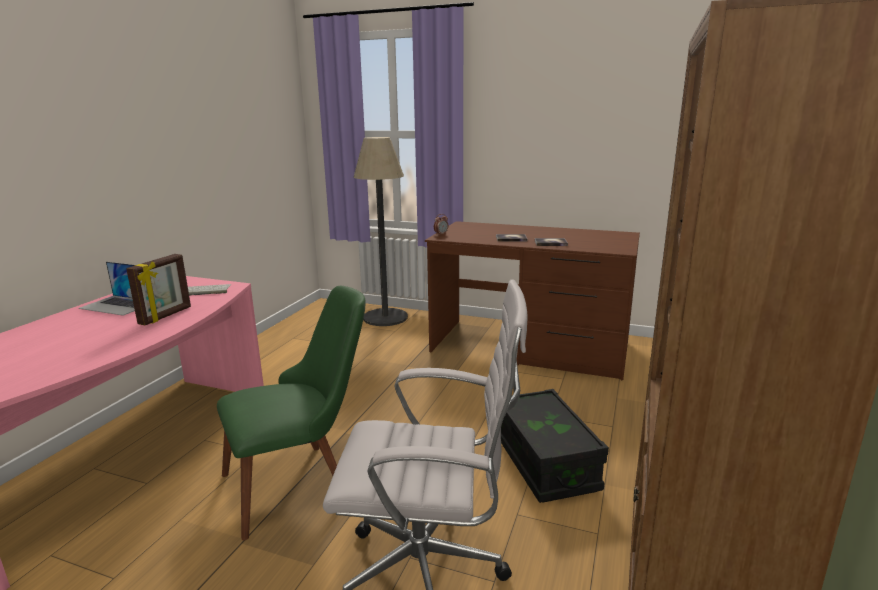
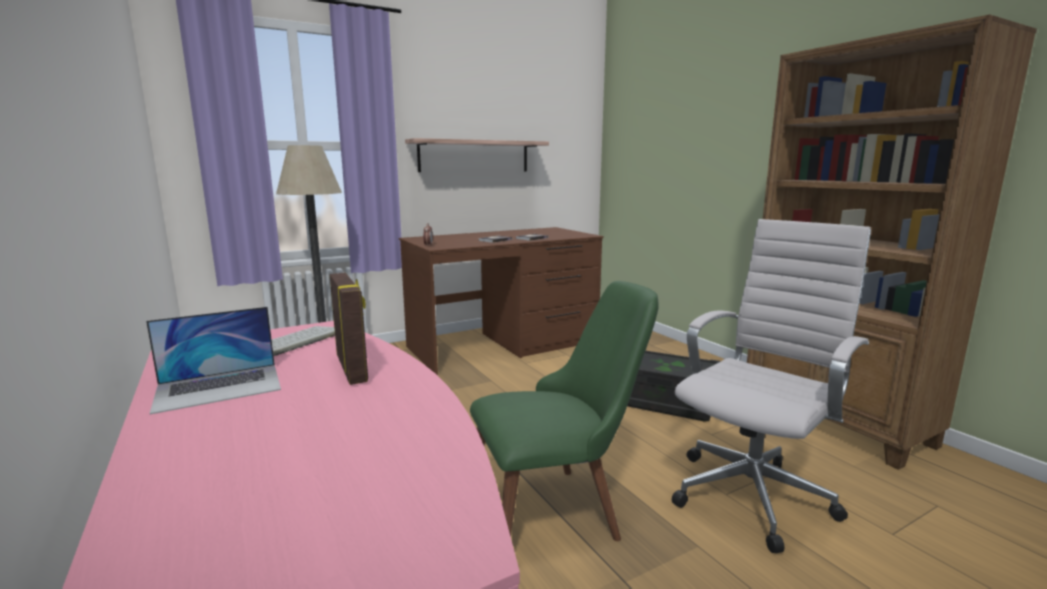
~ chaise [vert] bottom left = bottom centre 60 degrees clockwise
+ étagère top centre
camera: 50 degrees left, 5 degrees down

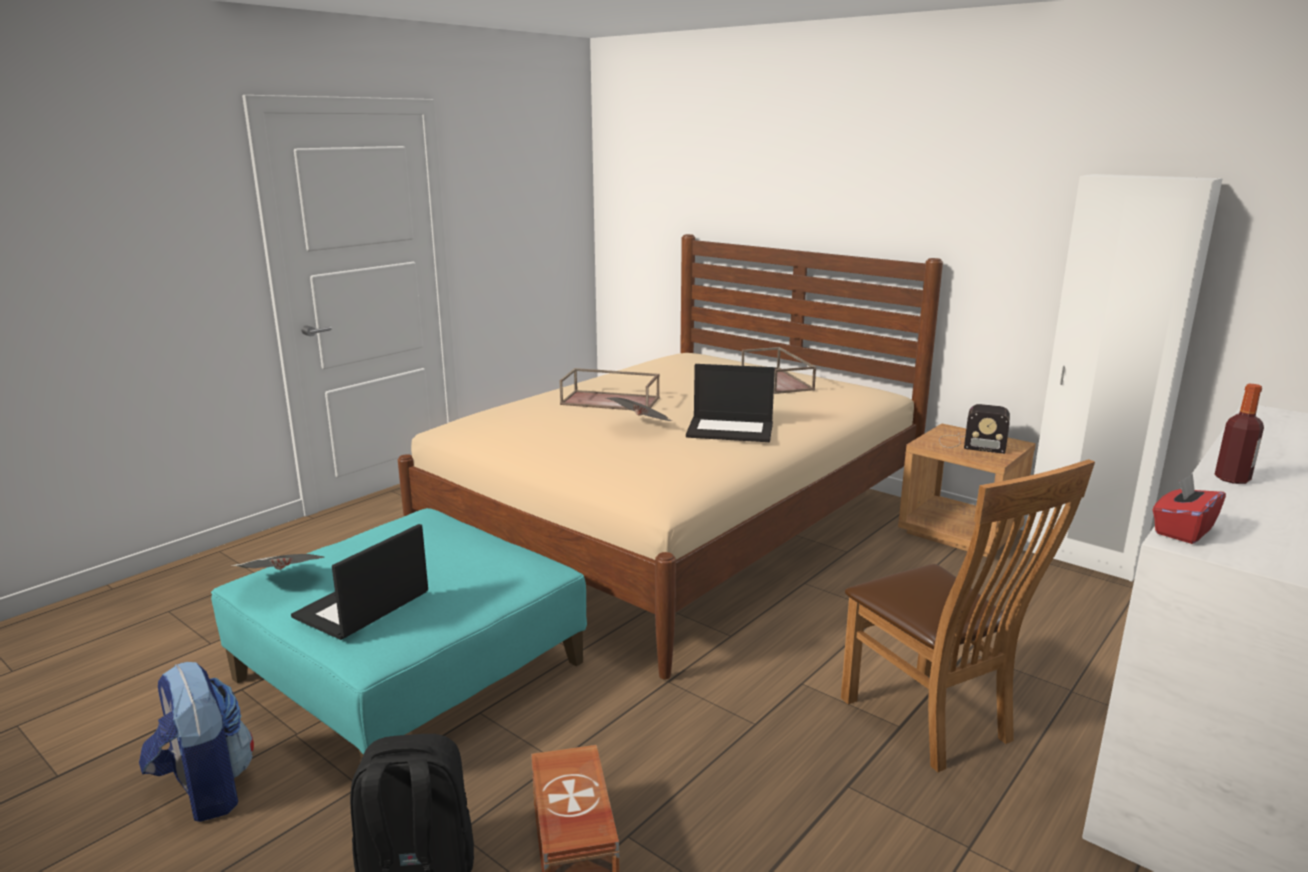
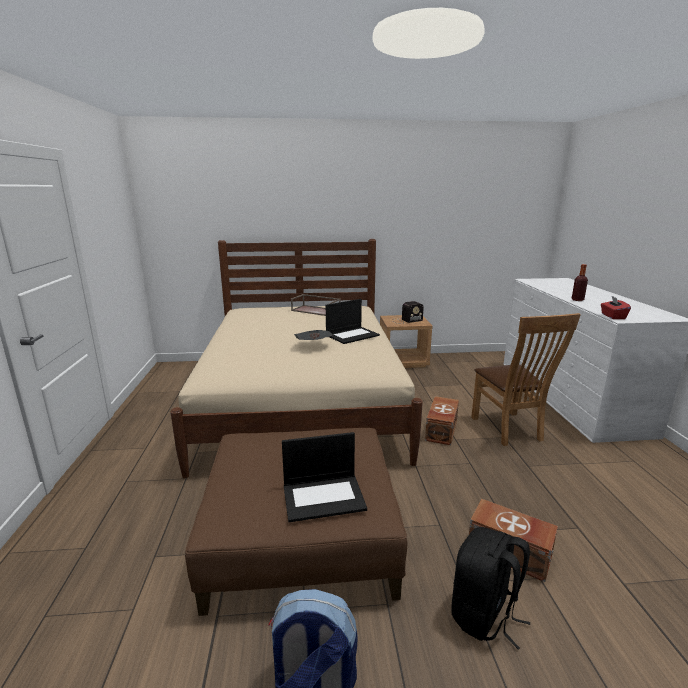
~ pouf [turquoise] bottom left to pouf [marron] bottom centre
- journal (1st from left) middle left
~ ordinateur portable (1st from left) bottom left = bottom centre 90 degrees counterclockwise
- plateau [marron] (1st from left) centre
~ chaise [marron] bottom right = middle right 60 degrees clockwise
- armoire [blanc] middle right
+ boîte de rangement [marron] (1st from left) centre
camera: 45 degrees left, 0 degrees up

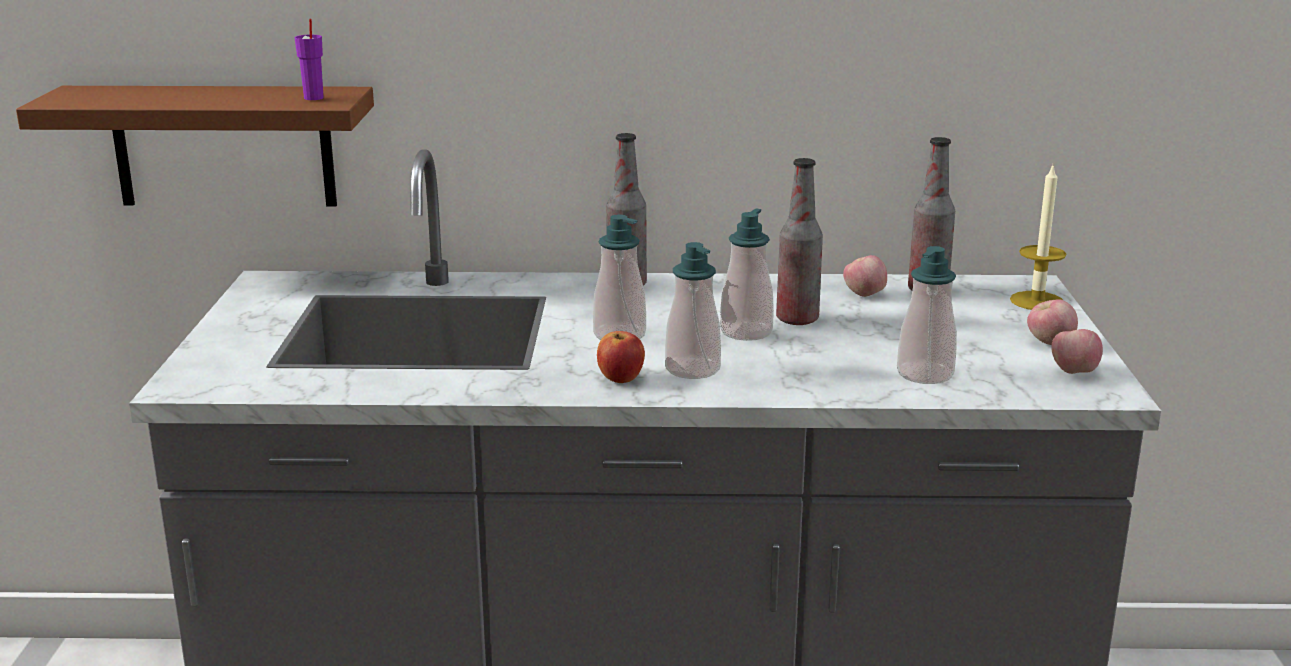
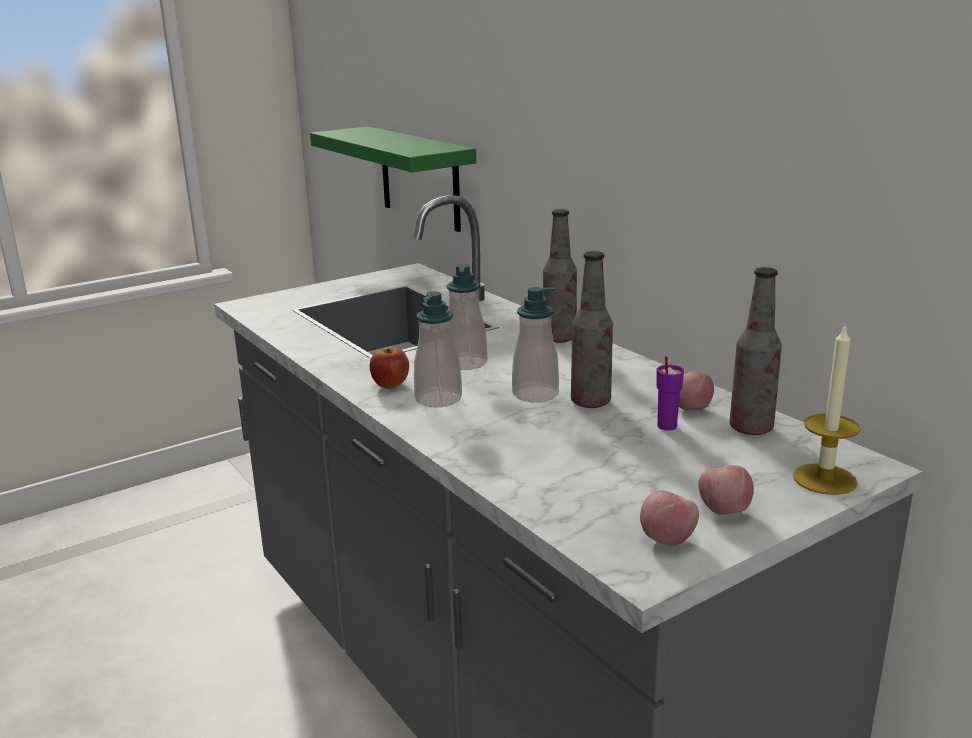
~ étagère [marron] top left to étagère [vert] top centre
~ tasse [violet] top left to middle right
- distributeur de savon (4th from left) middle right
camera: 55 degrees right, 0 degrees up

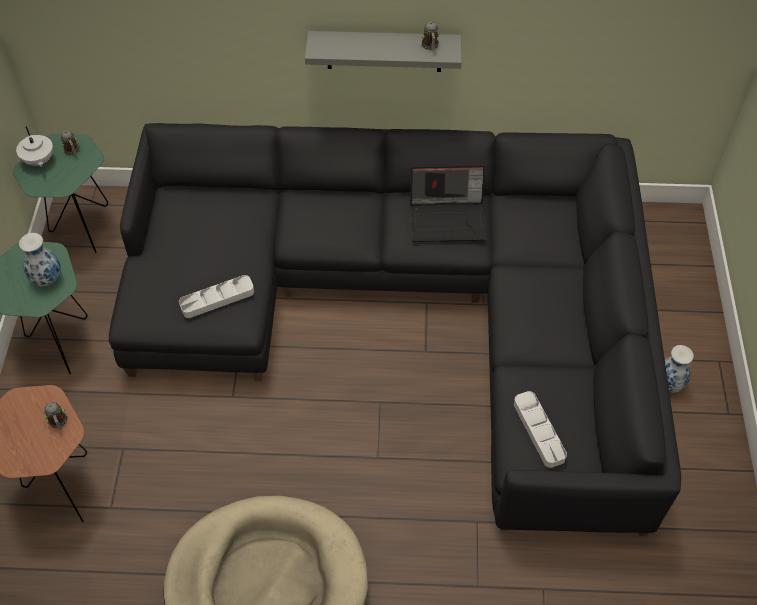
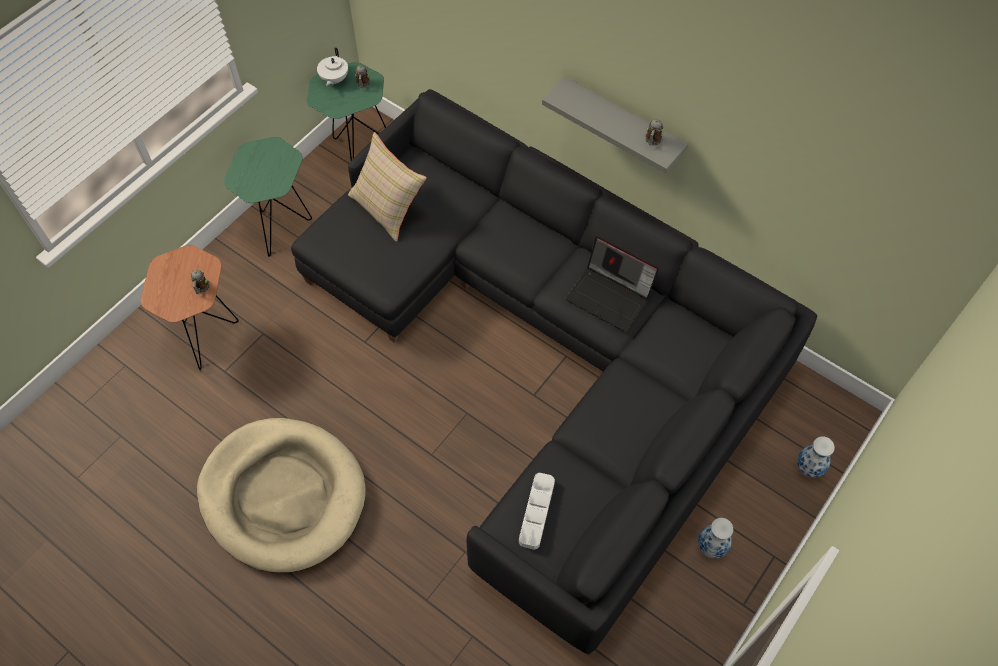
~ vase (1st from left in the first image) middle left to vase (2nd from left) bottom right
- plateau [gris] (1st from left) middle left
+ coussin [beige] top centre
camera: 35 degrees right, 5 degrees up

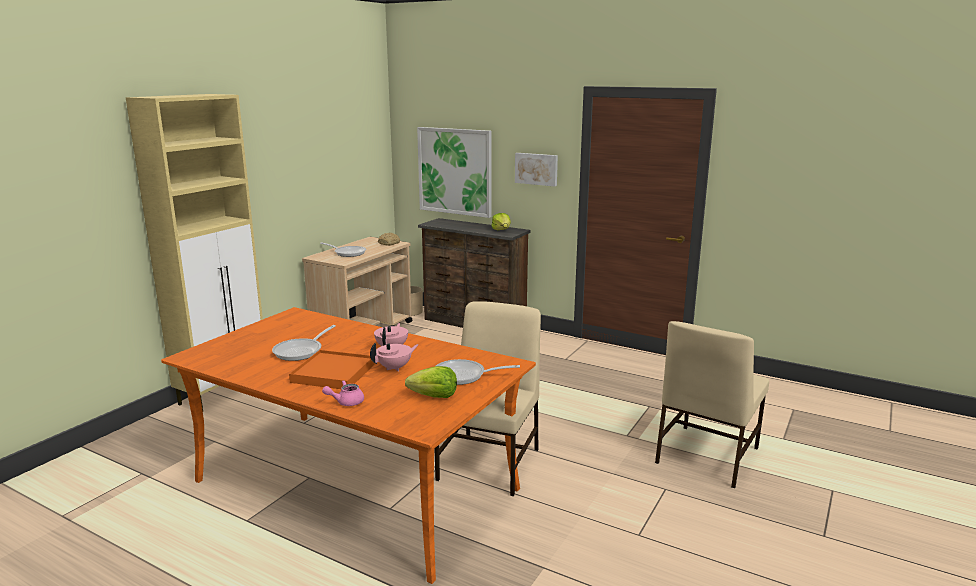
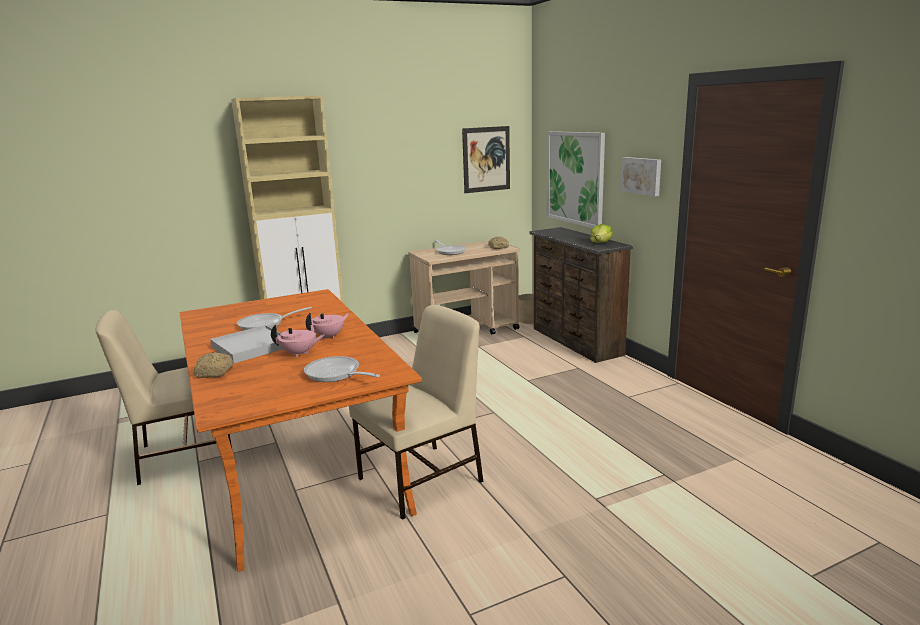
~ plateau [orange] centre to plateau [blanc] middle left
~ théière [rose] (1st from left) bottom centre to pain (1st from left) middle left
- laitue (1st from left) centre
~ chaise [beige] (2nd from left in the first image) bottom right to chaise [beige] (1st from left) middle left
+ tableau (1st from left) top centre
camera: 35 degrees right, 0 degrees up

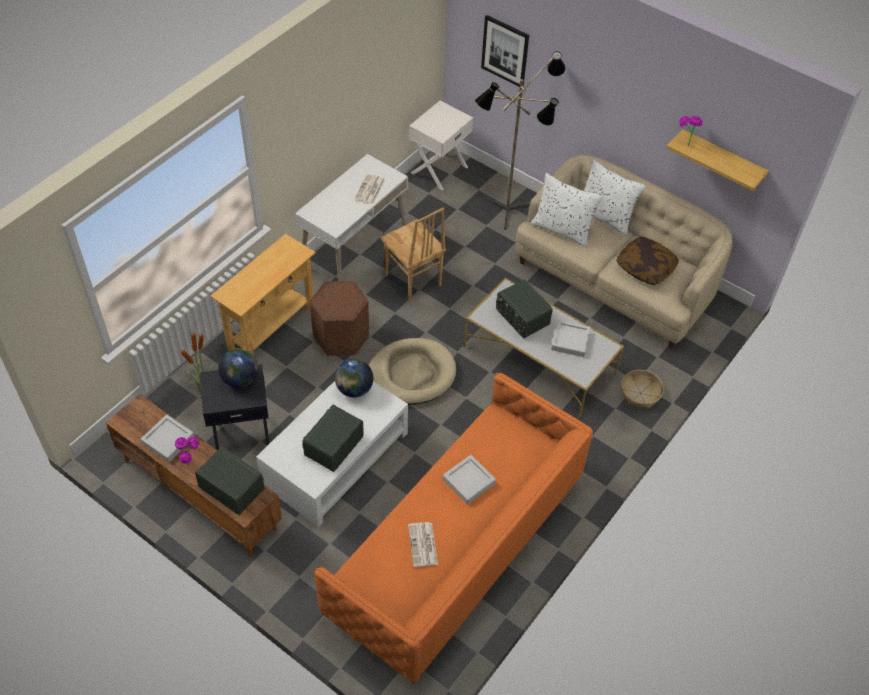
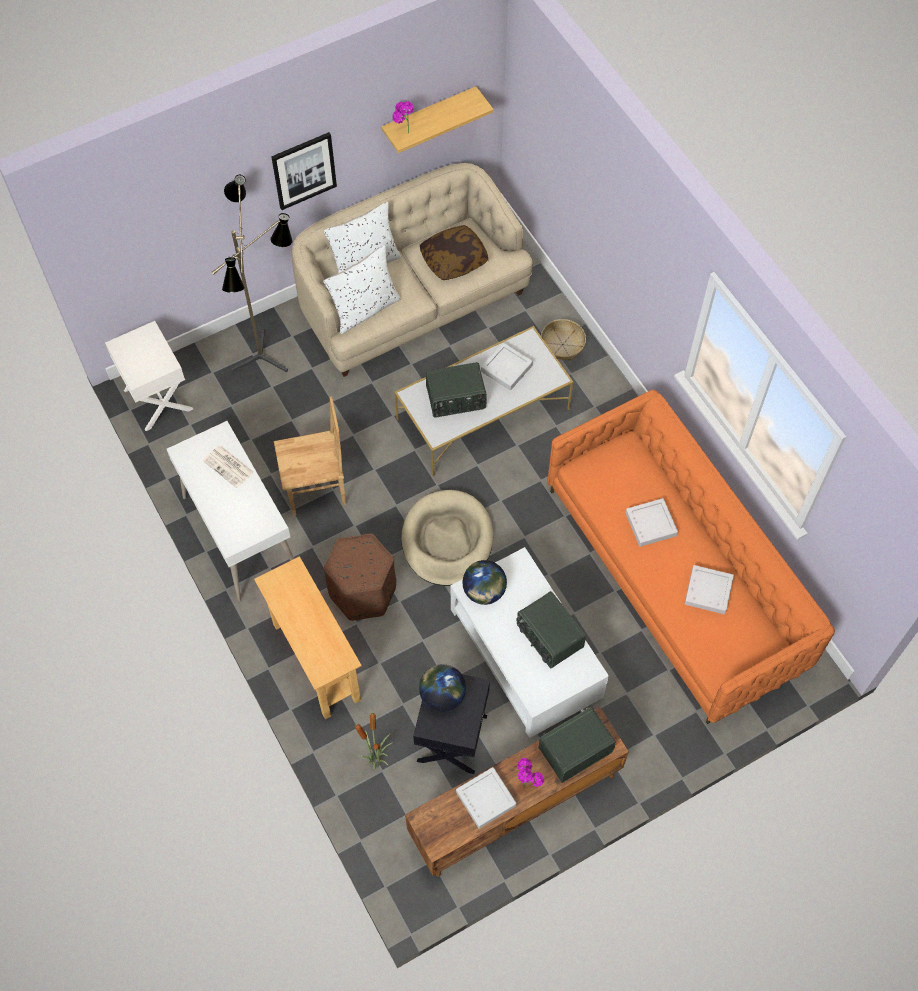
~ journal (2nd from left) bottom centre to plateau [gris] (4th from left) middle right
~ tableau top centre to top left
camera: 65 degrees left, 10 degrees up

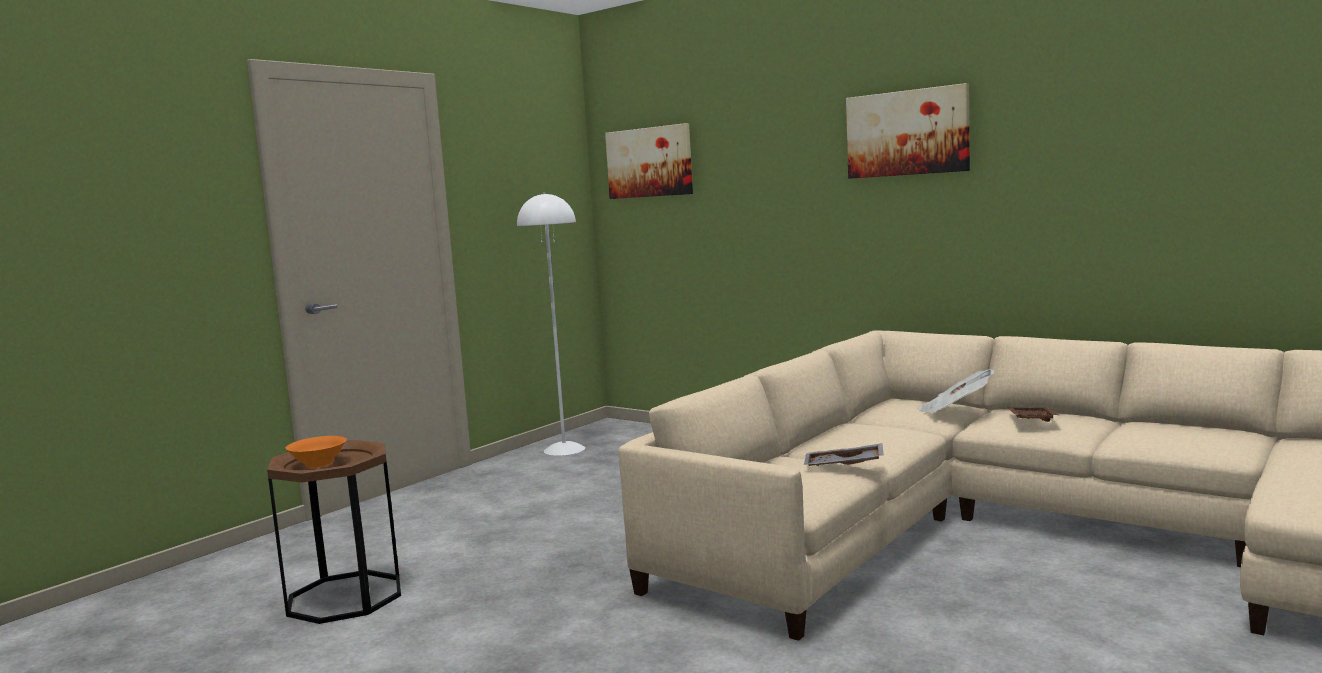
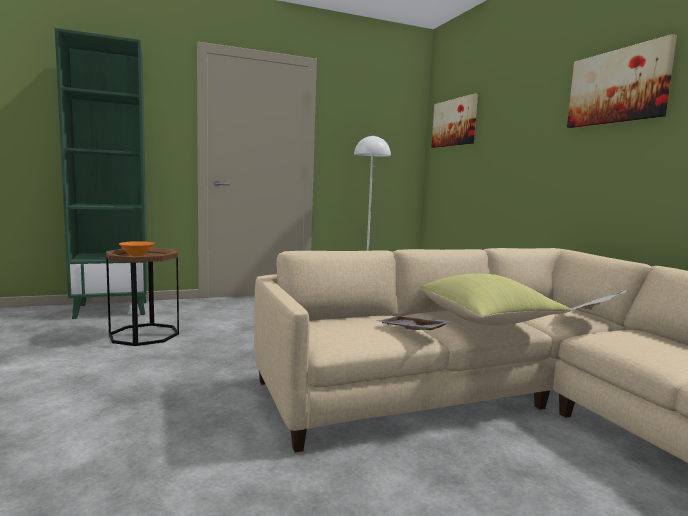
- plateau [marron] middle right
+ bibliothèque [vert] middle left
+ coussin [jaune] middle right
camera: 30 degrees right, 0 degrees up

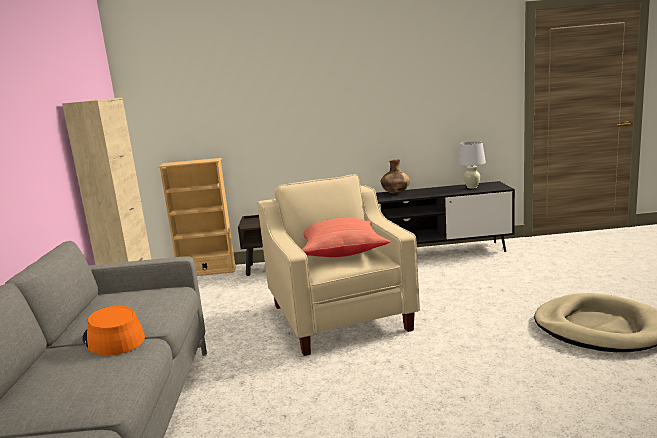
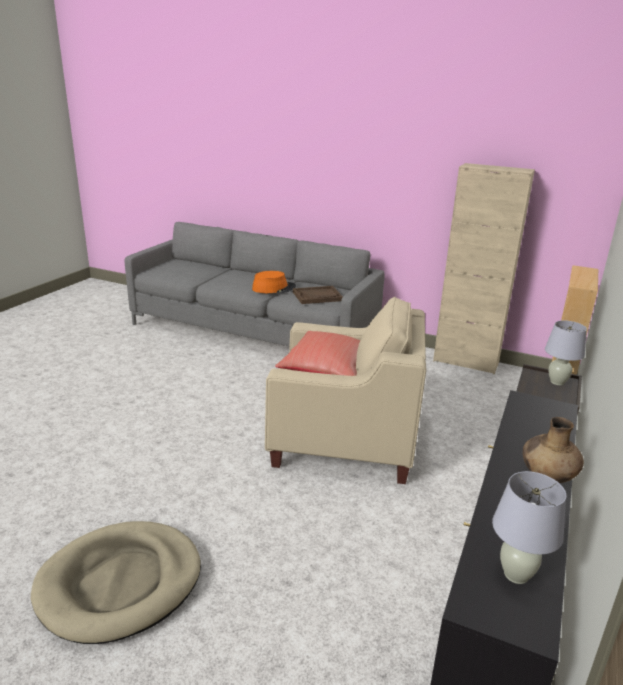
+ plateau [marron] centre
+ lampe de table [blanc] (2nd from left) middle right
camera: 115 degrees right, 10 degrees up

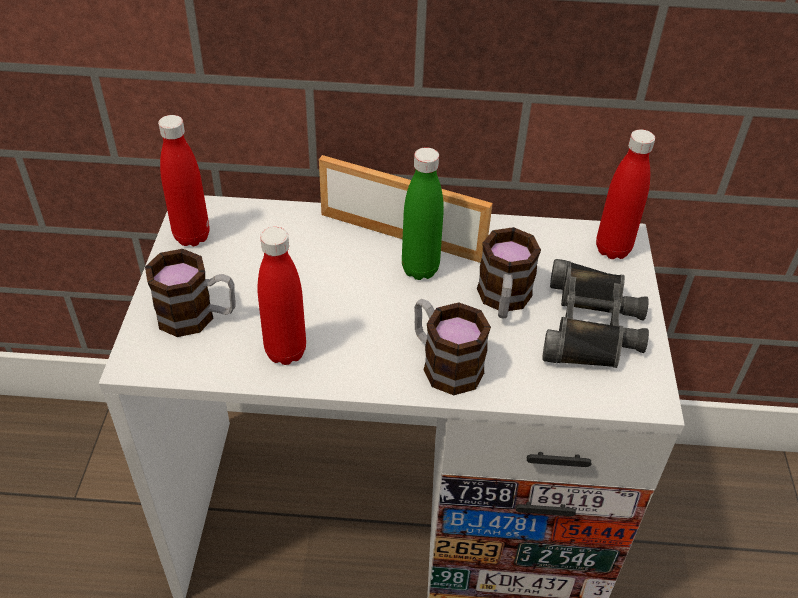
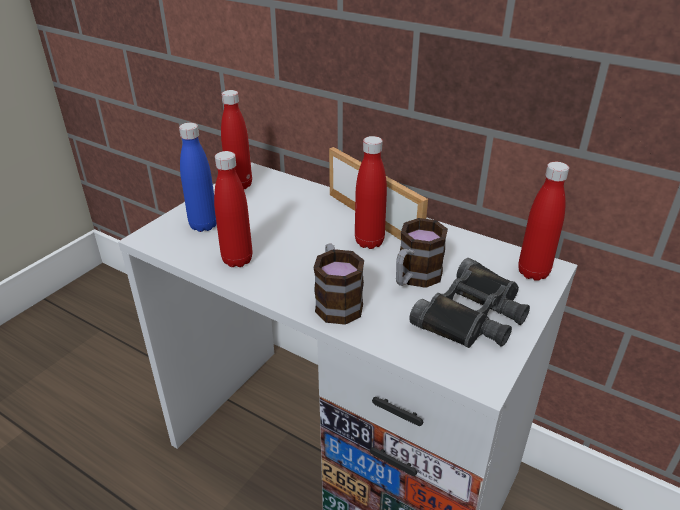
~ mug (1st from left) middle left to bouteille [bleu] middle left
~ bouteille [vert] centre to bouteille [rouge] (3rd from left) centre
camera: 30 degrees right, 10 degrees down

